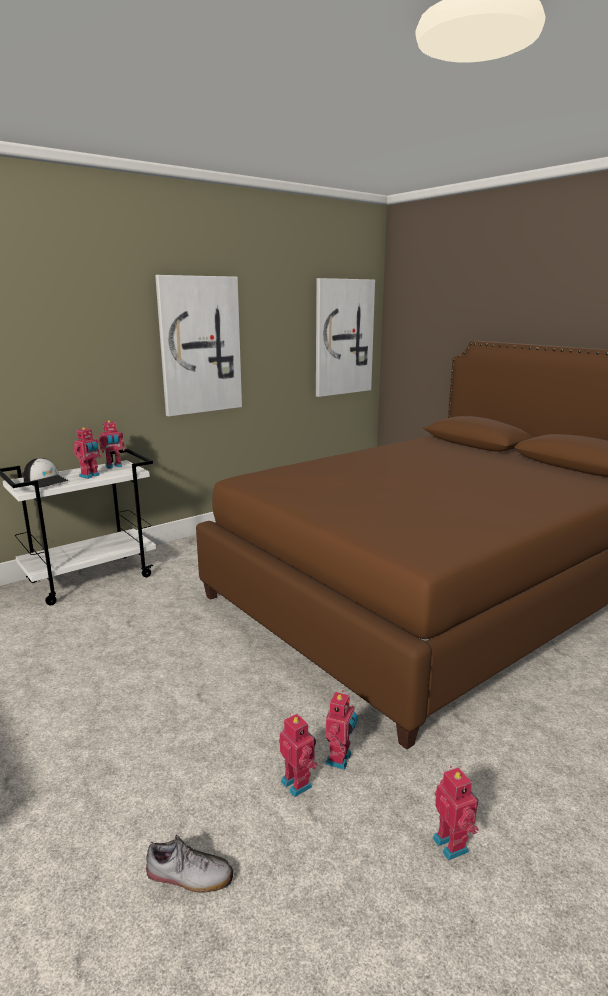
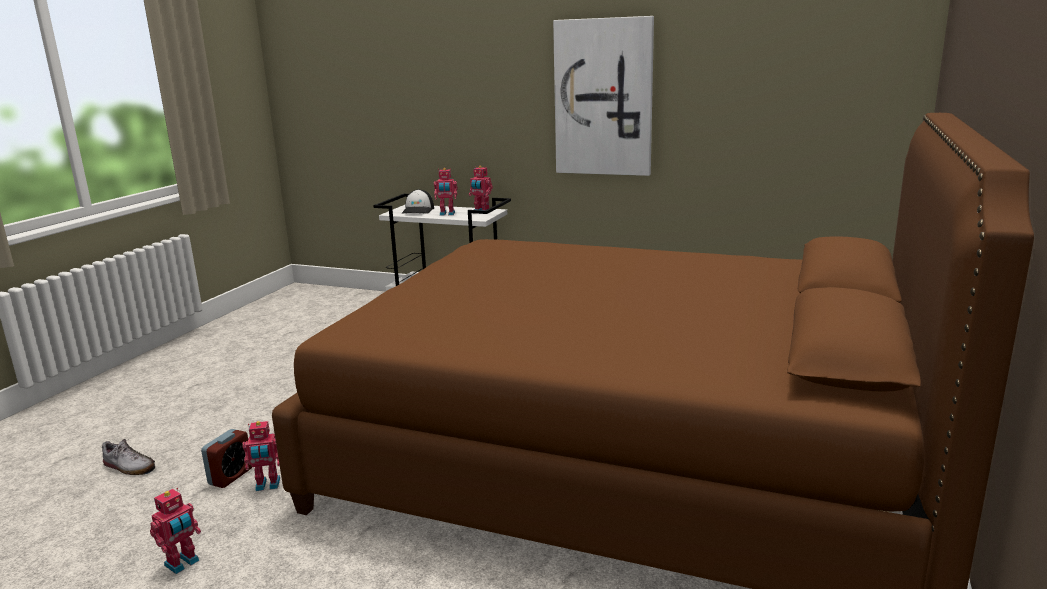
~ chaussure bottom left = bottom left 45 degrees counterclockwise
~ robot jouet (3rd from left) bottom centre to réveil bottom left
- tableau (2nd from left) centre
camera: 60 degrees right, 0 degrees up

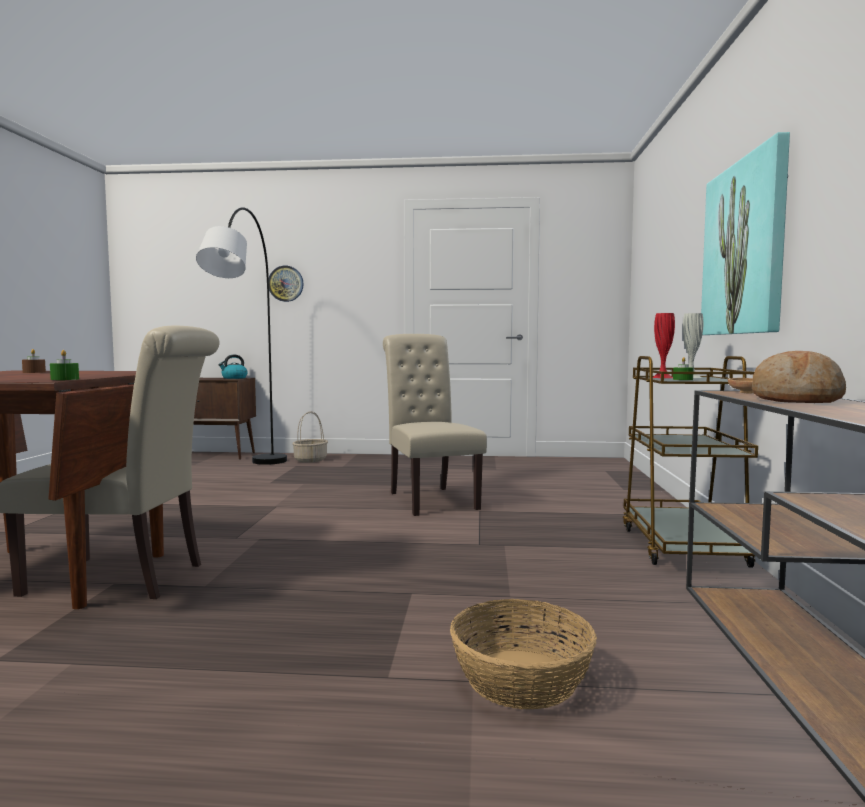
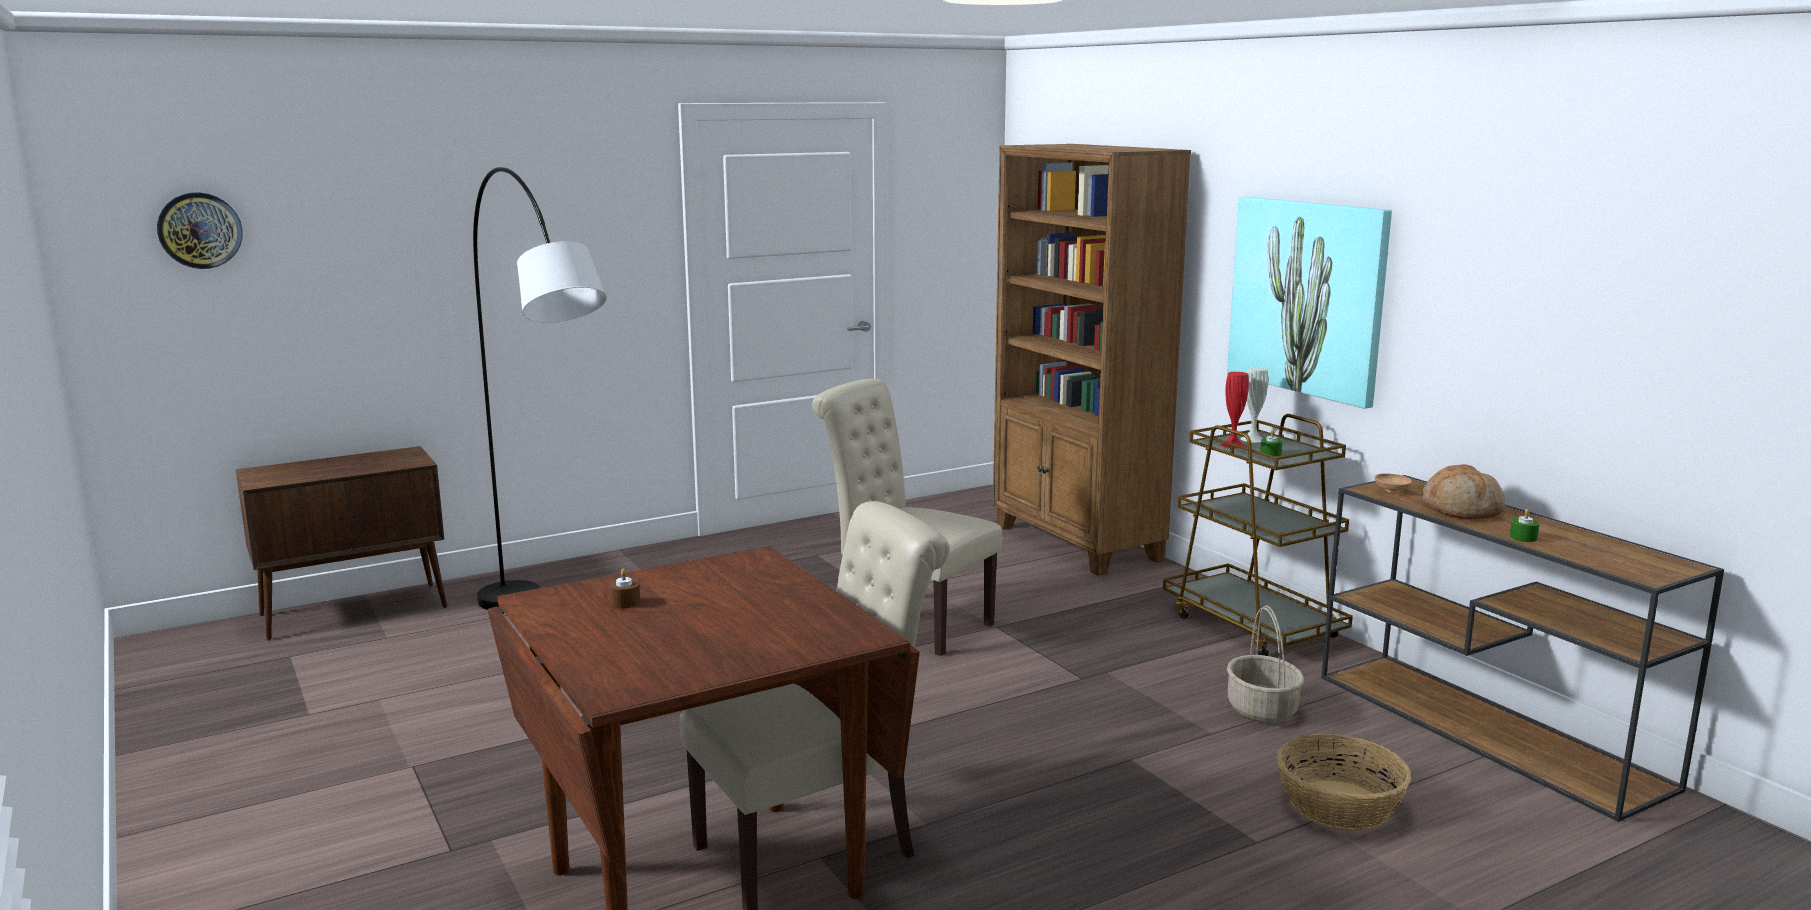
~ bougie [vert] (1st from left in the first image) middle left to bougie [vert] (2nd from left) middle right
- bouilloire middle left
~ horloge murale middle left to top left
~ panier (1st from left) centre to bottom right
+ bibliothèque [marron] centre
camera: 35 degrees left, 10 degrees up

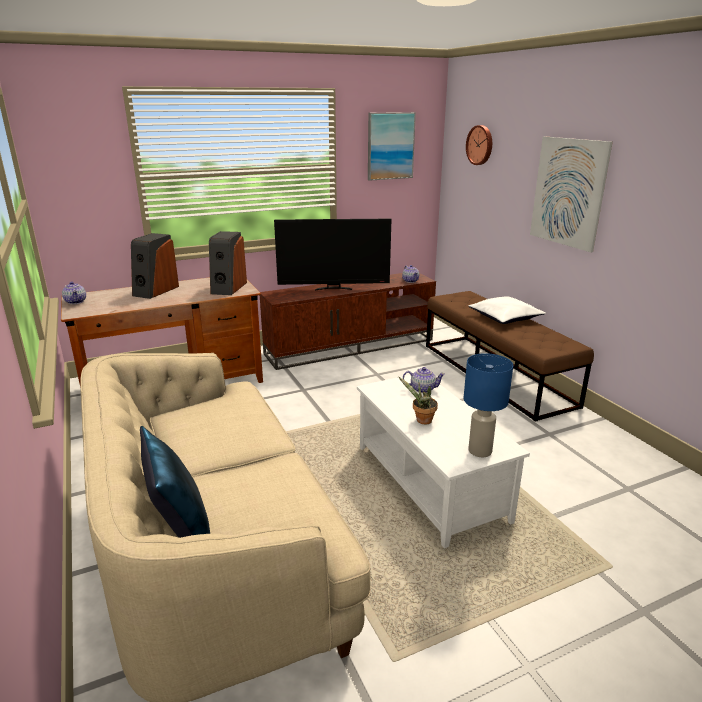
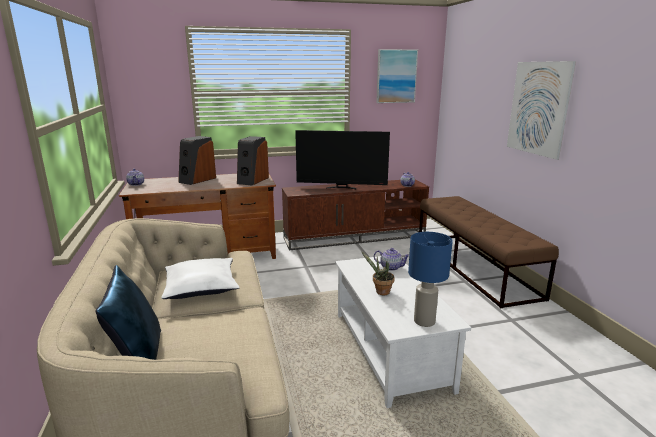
- horloge murale top right
~ coussin [blanc] middle right to middle left
camera: 10 degrees right, 5 degrees down

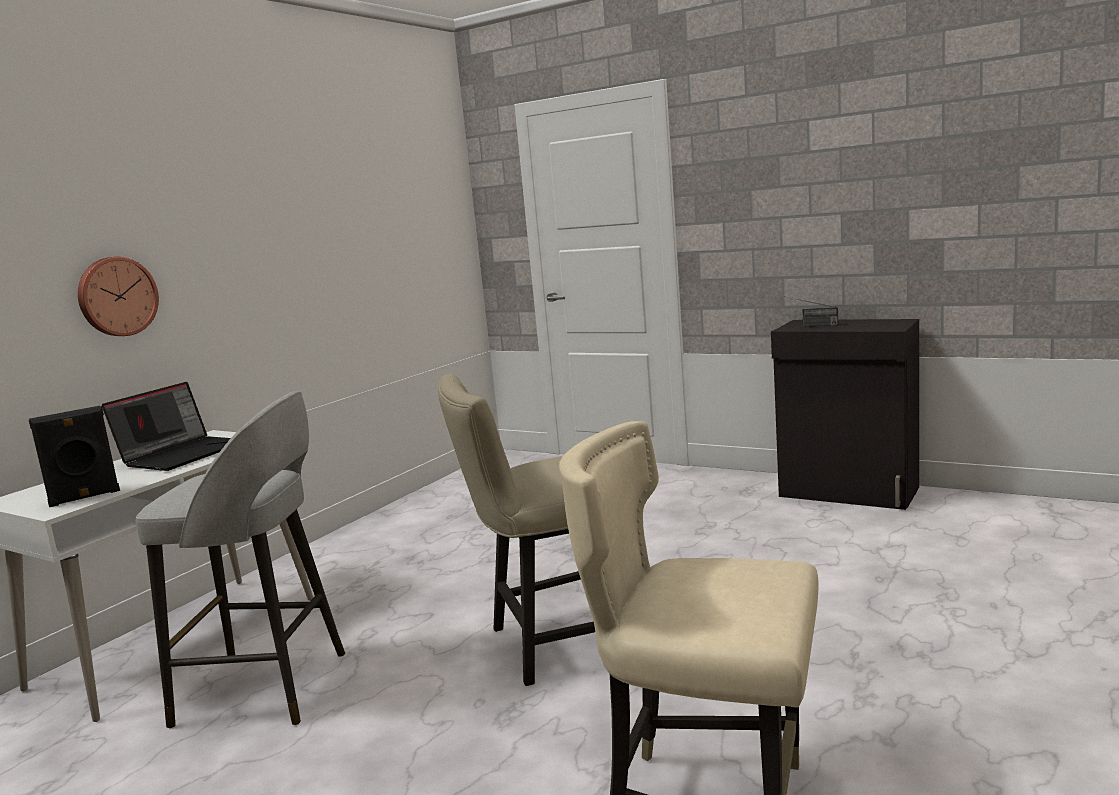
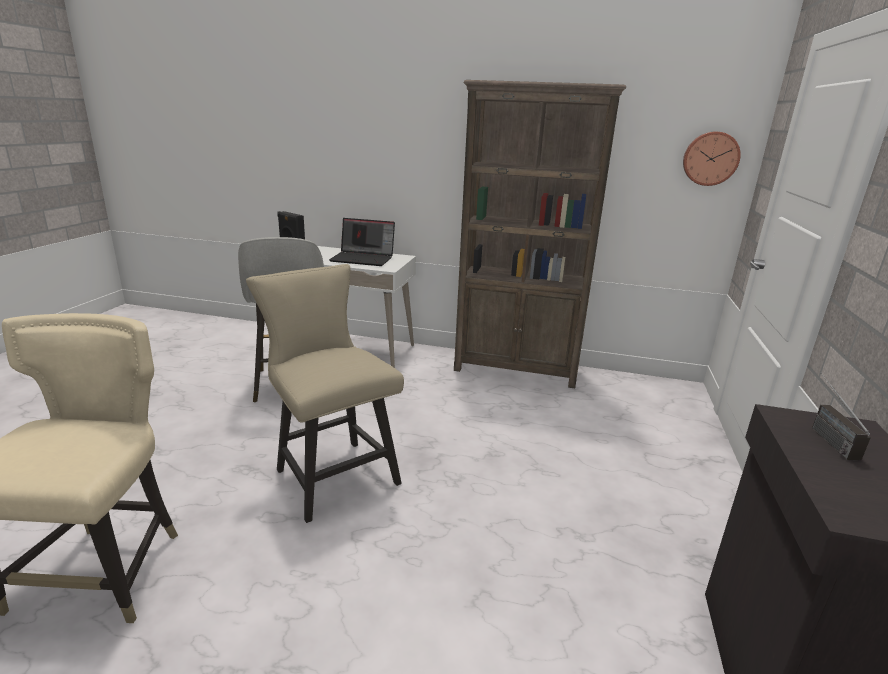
~ horloge murale middle left to top right
+ bibliothèque [marron] centre
camera: 70 degrees right, 10 degrees up

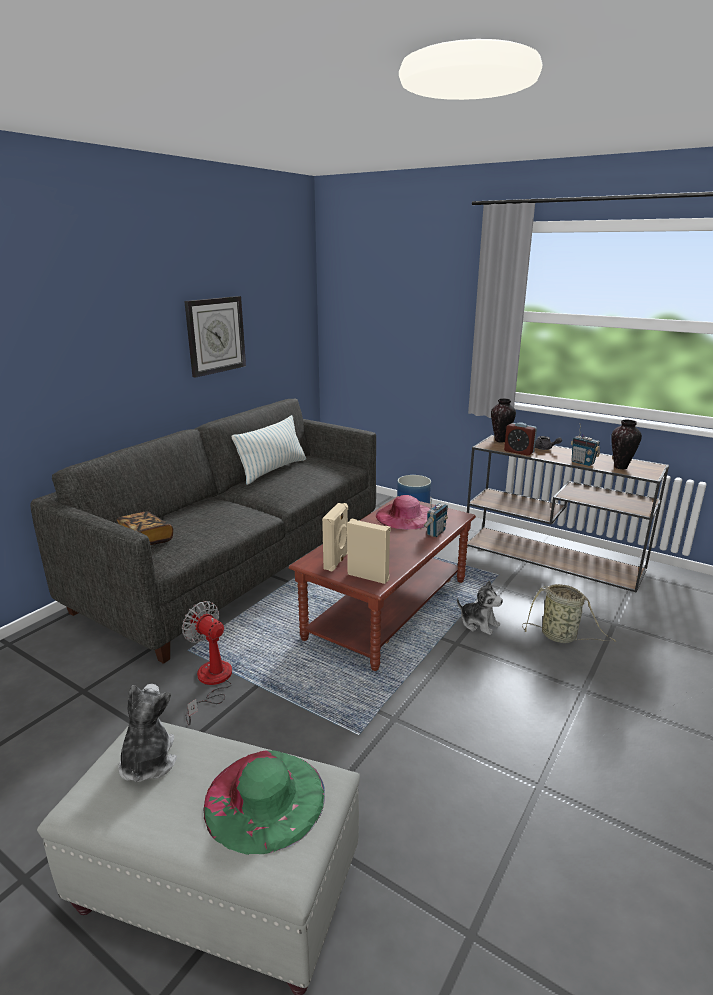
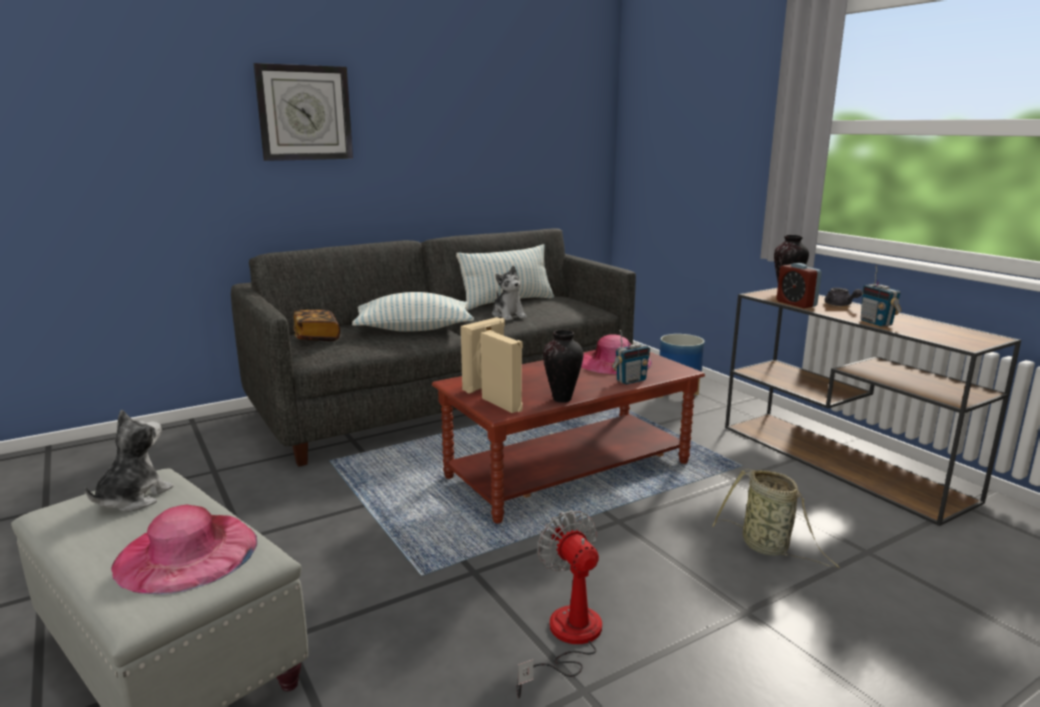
~ ventilateur middle left to bottom centre
~ horloge murale middle left to top left
~ chapeau [vert] bottom centre to chapeau [rose] (1st from left) bottom left
~ peluche (2nd from left) middle right to centre
~ vase (2nd from left in the first image) middle right to vase (1st from left) centre
+ coussin (1st from left) centre
camera: 25 degrees right, 5 degrees down

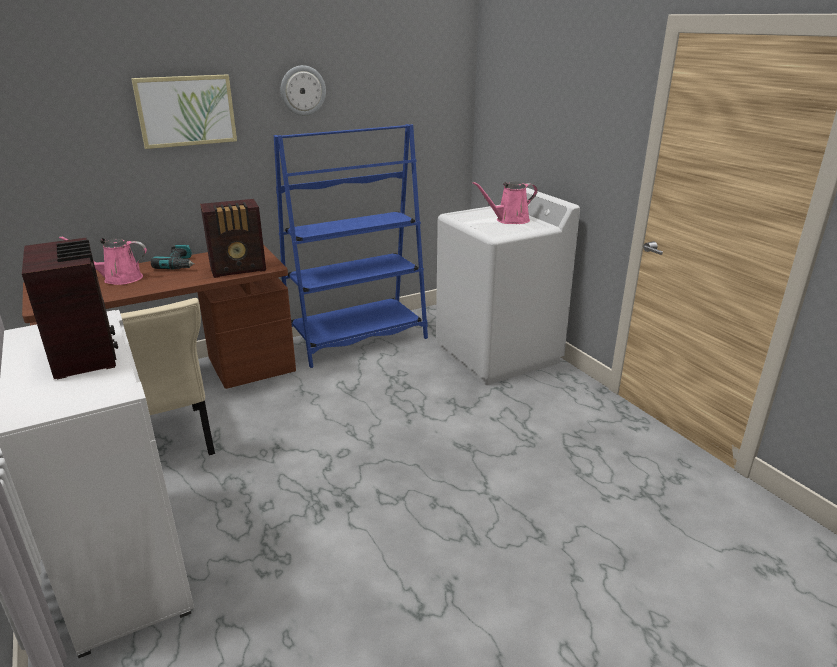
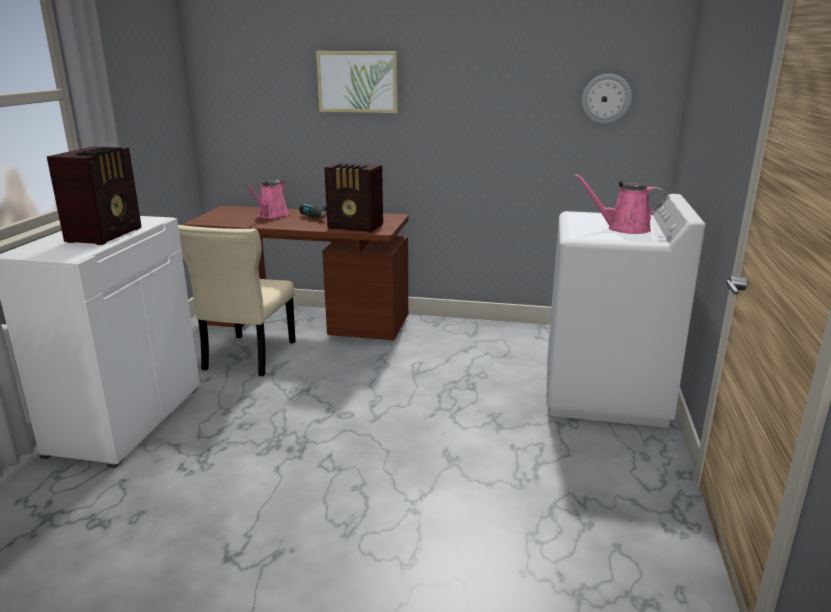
~ arrosoir [rose] (1st from left) middle left = top left 105 degrees counterclockwise
- bibliothèque [bleu] centre
~ horloge murale top centre to top right
camera: 40 degrees right, 5 degrees down

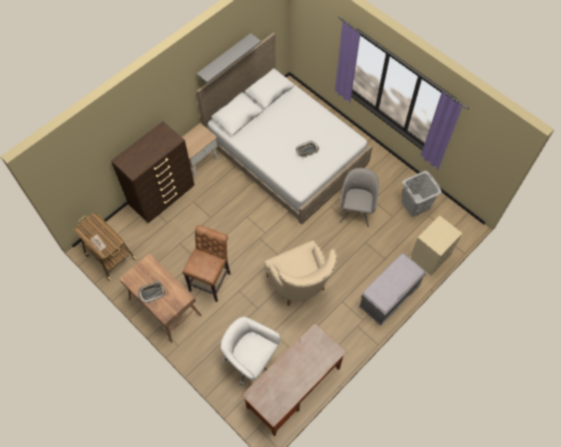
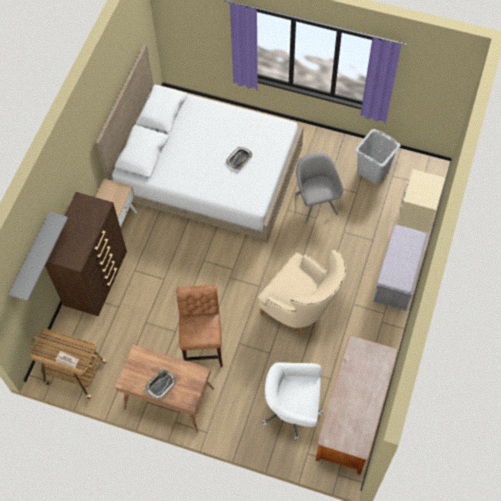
~ étagère [gris] top centre to middle left
camera: 25 degrees left, 0 degrees up

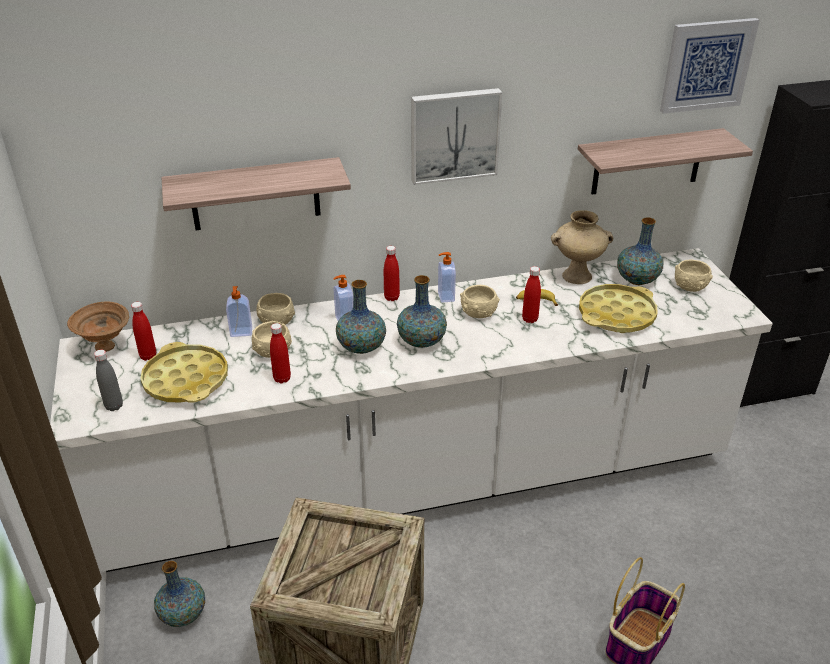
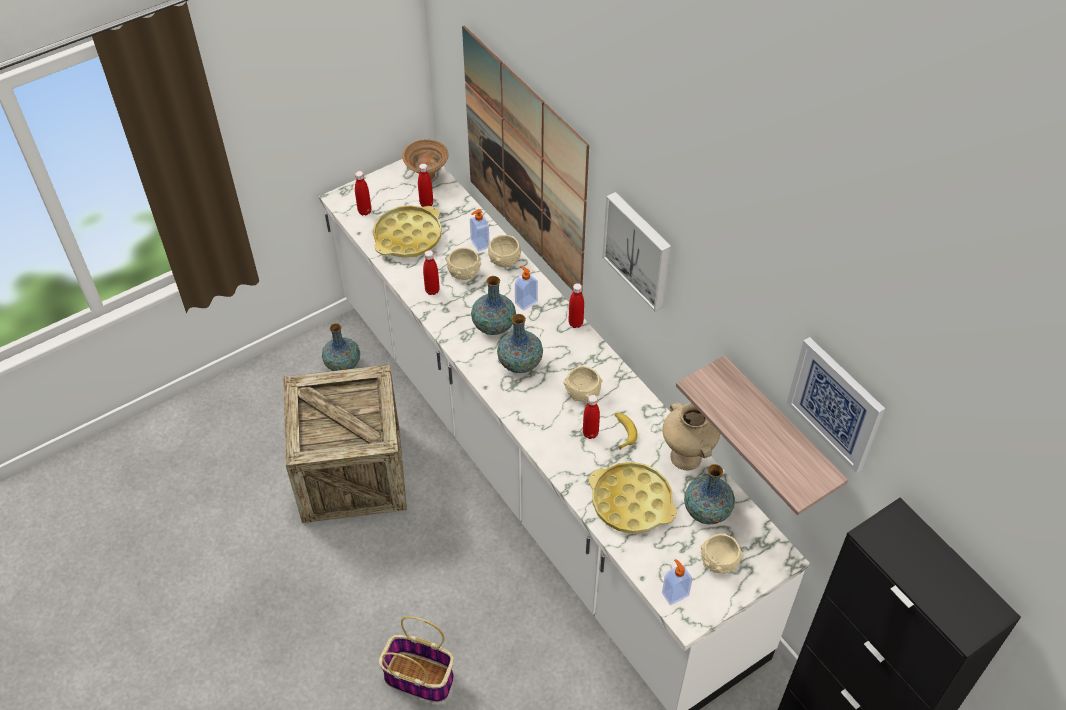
~ bouteille [gris] middle left to bouteille [rouge] (1st from left) top centre
~ étagère (1st from left) top left to tableau (1st from left) top centre
~ distributeur de savon (3rd from left) centre to bottom centre
camera: 70 degrees right, 15 degrees up

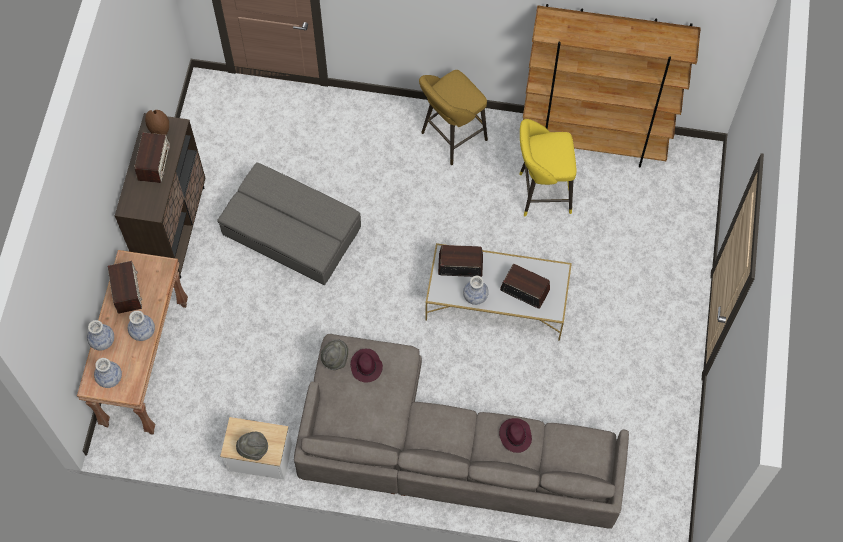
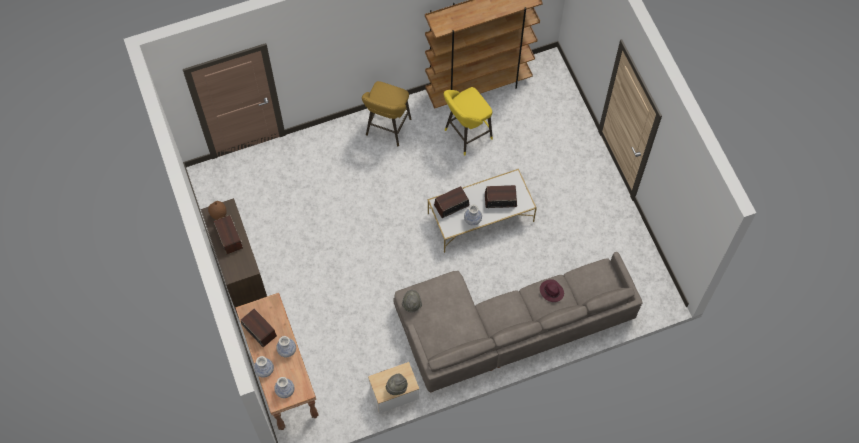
- pouf [gris] centre
- chapeau [violet] (1st from left) bottom centre
camera: 30 degrees left, 0 degrees up

